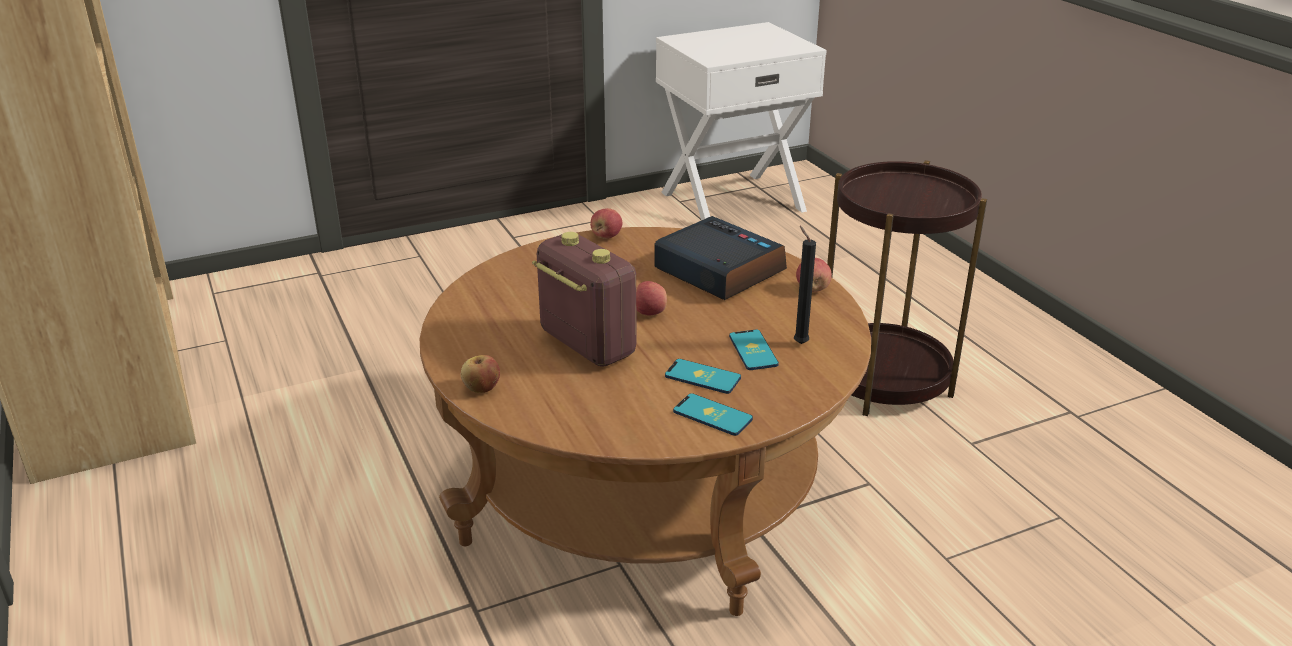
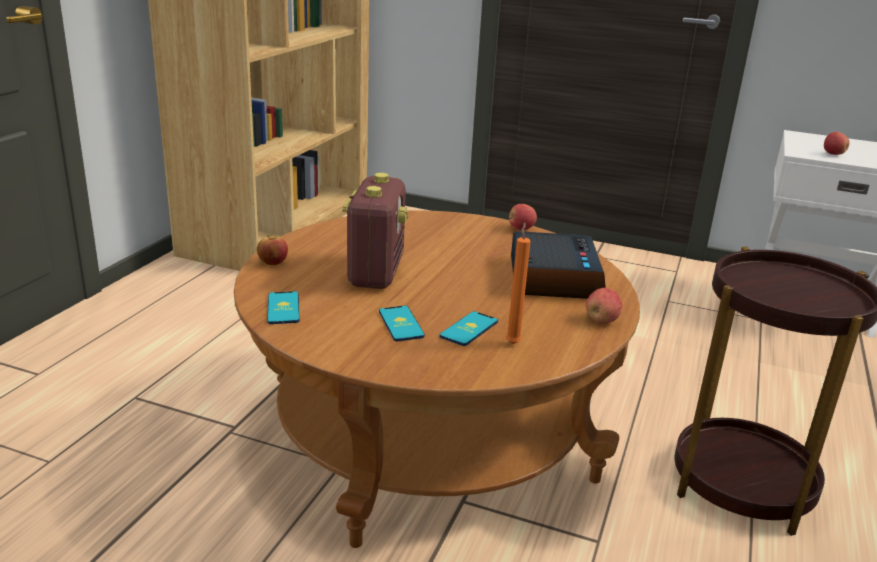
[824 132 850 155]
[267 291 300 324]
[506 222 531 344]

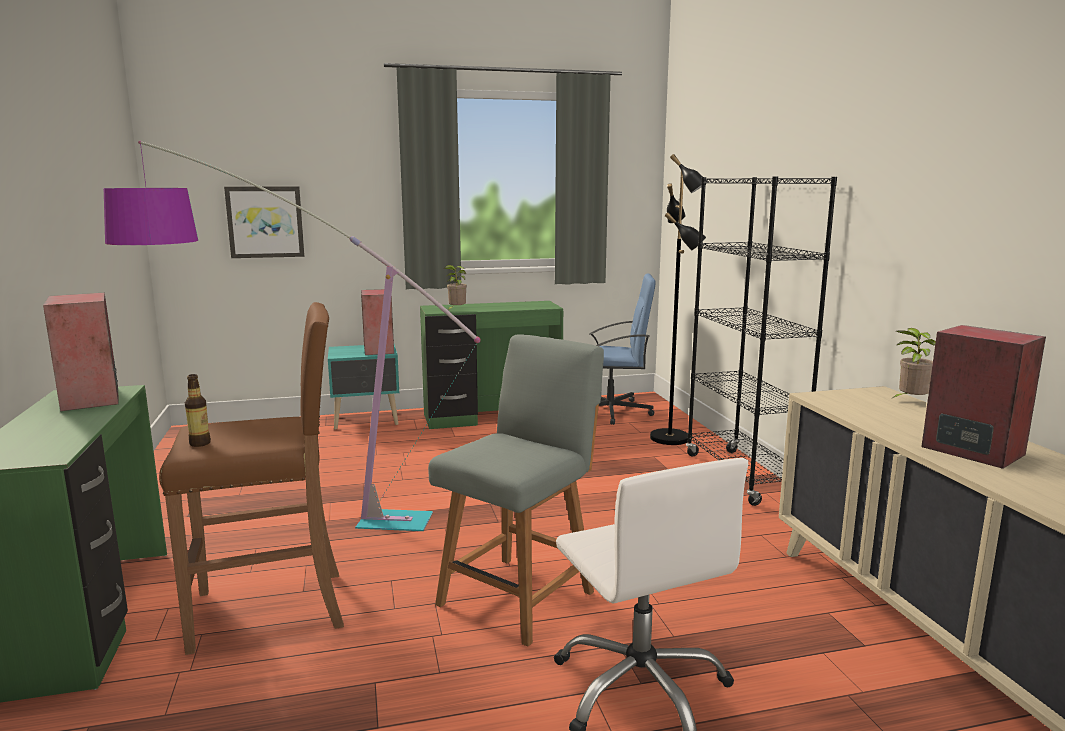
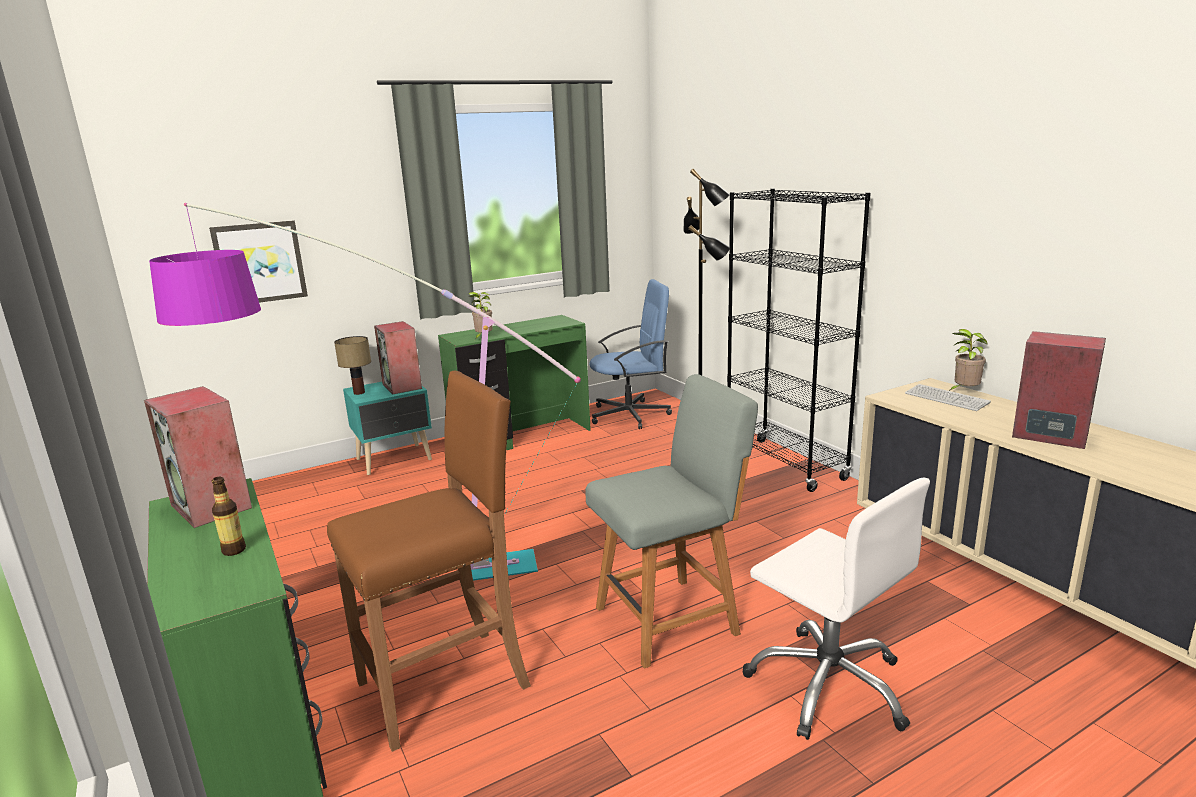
[334 336 371 395]
[905 384 991 411]
[212 477 246 556]
[585 374 758 669]

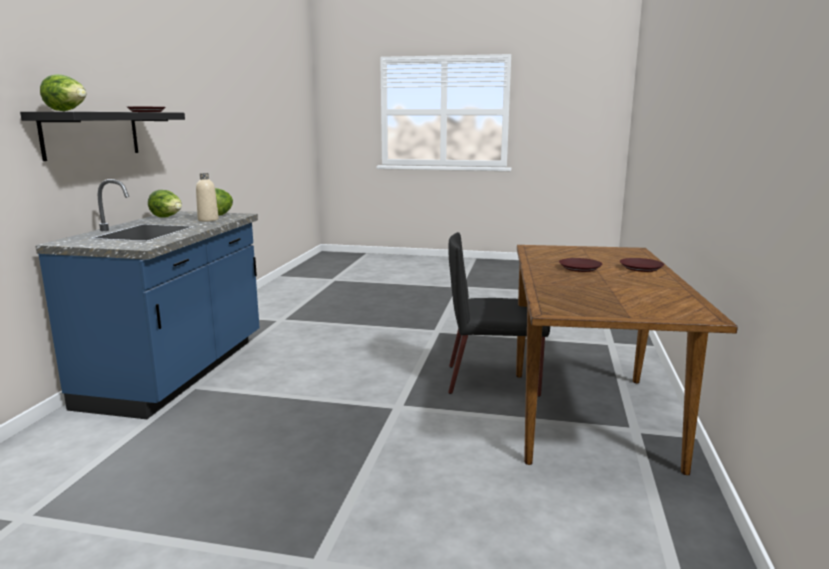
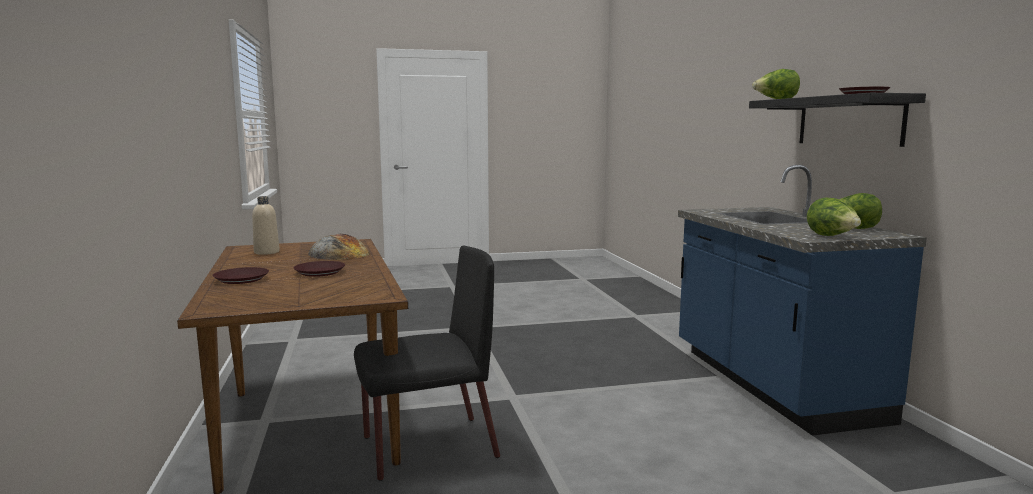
[308 234 370 260]
[252 196 280 255]

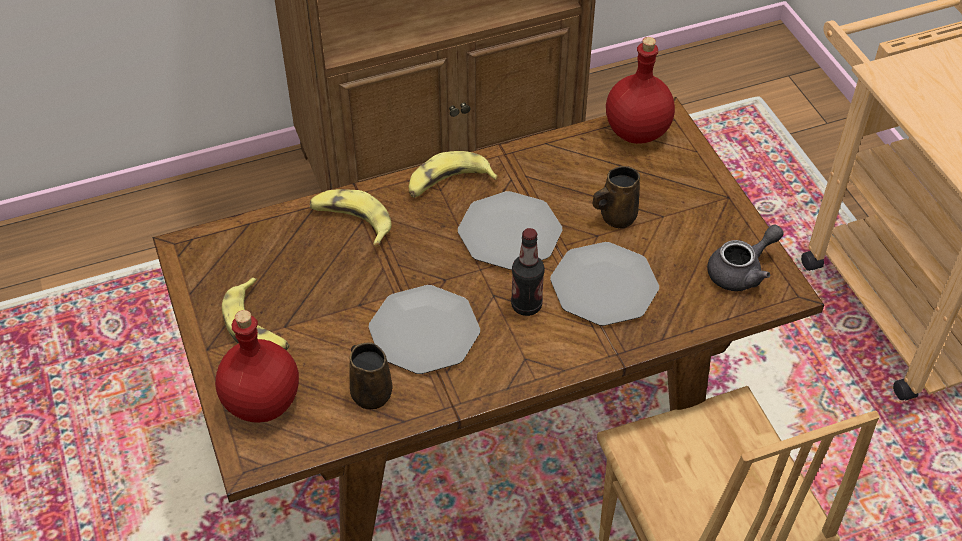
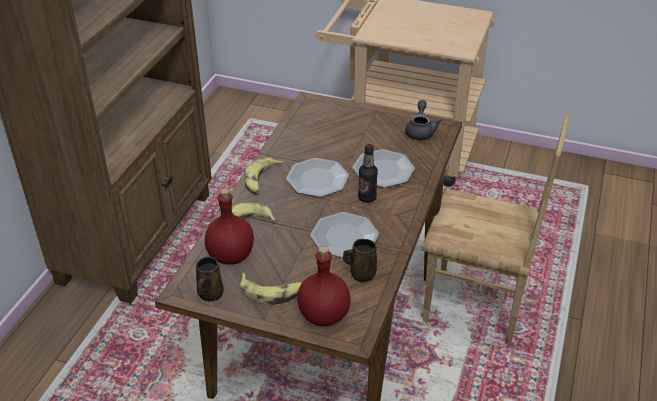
[196 257 224 301]
[205 188 254 265]

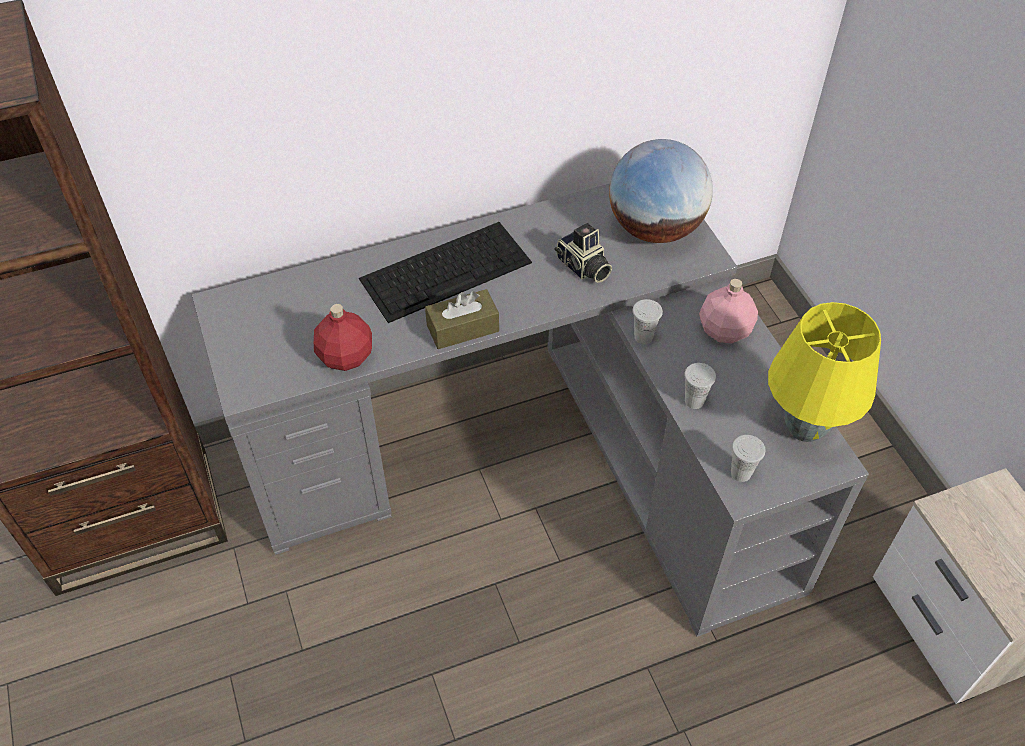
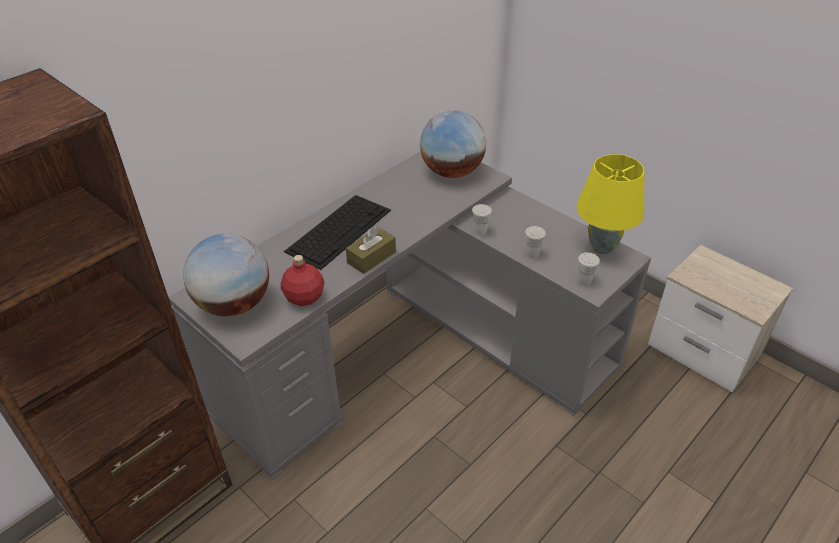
[554 223 612 283] (first image)
[699 279 758 344] (first image)
[183 233 269 316]

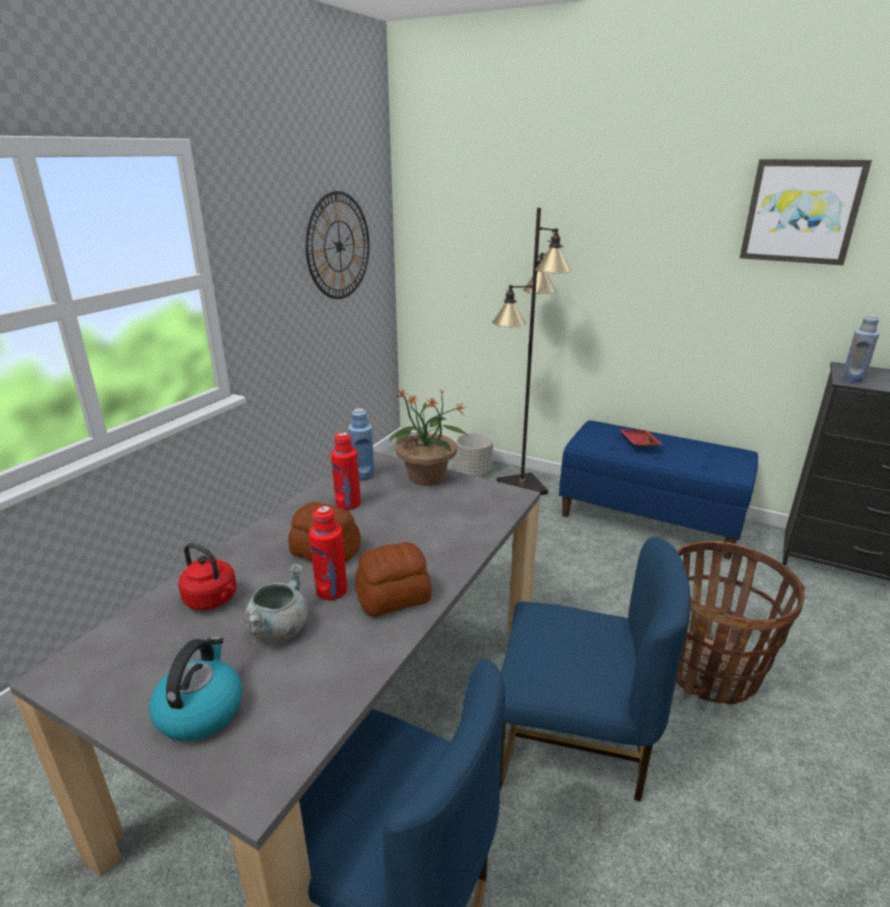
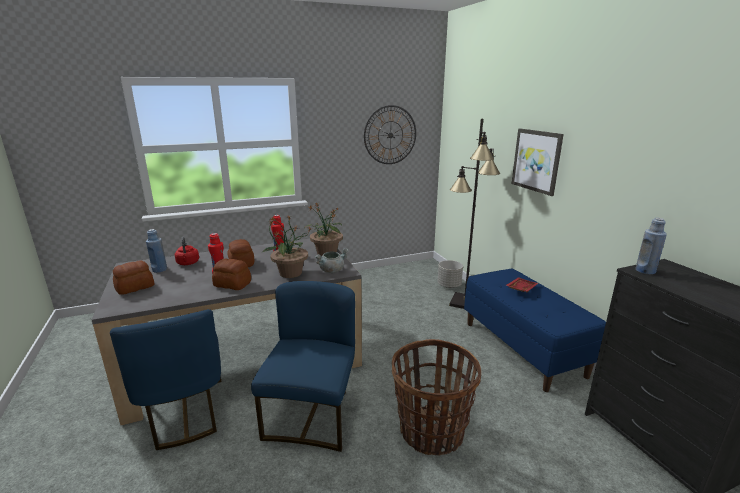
[261 216 311 278]
[315 248 349 273]
[146 229 167 273]
[512 129 564 196]
[113 260 154 295]
[251 281 355 452]

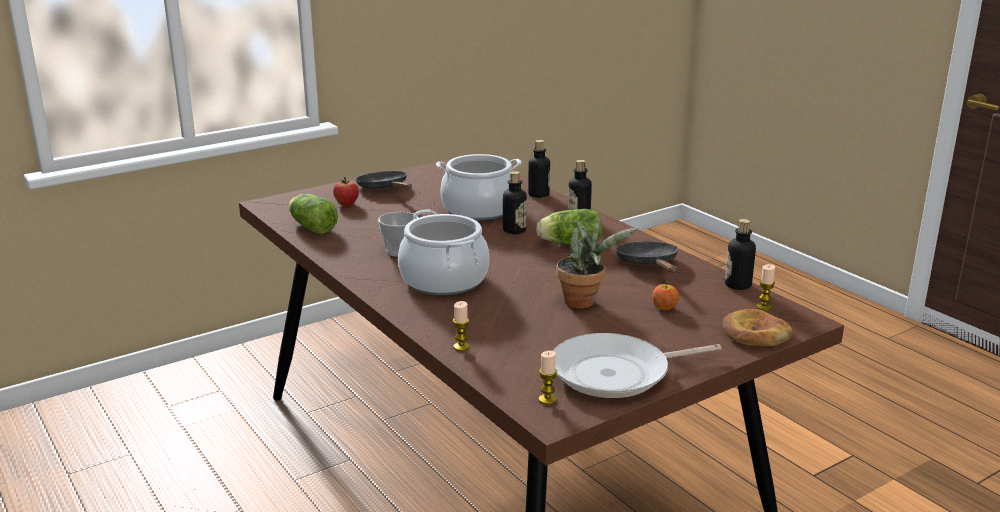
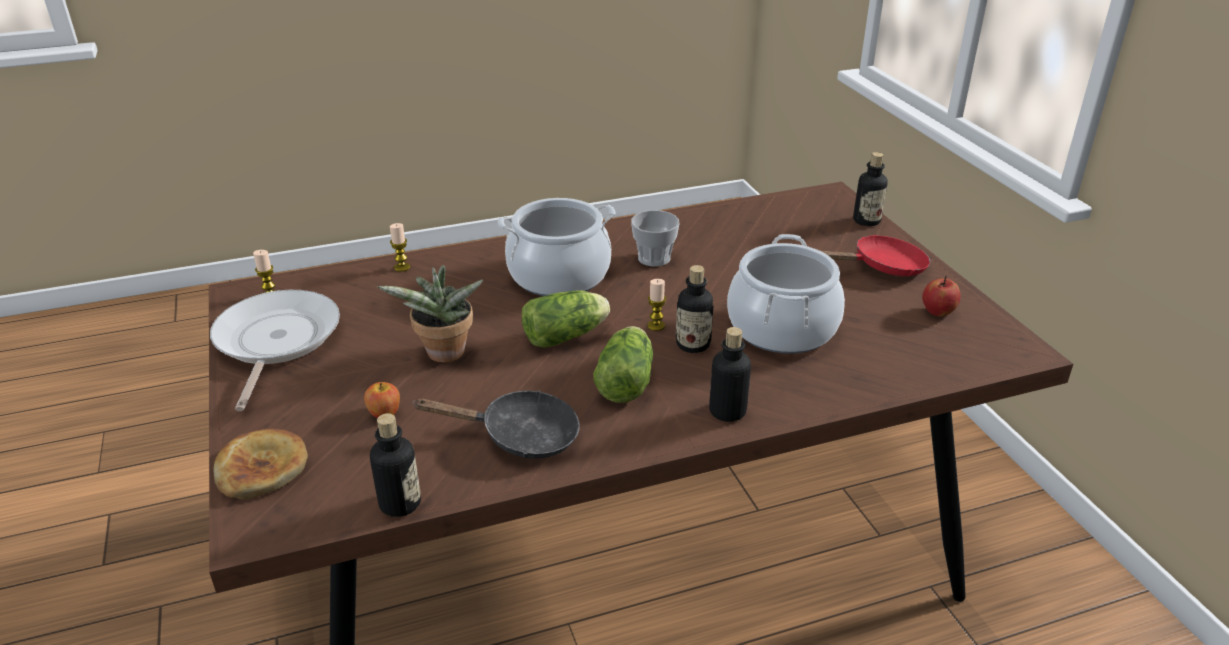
[522 290 610 348]
[922 276 960 317]
[853 152 888 226]
[647 279 666 331]
[821 235 931 276]

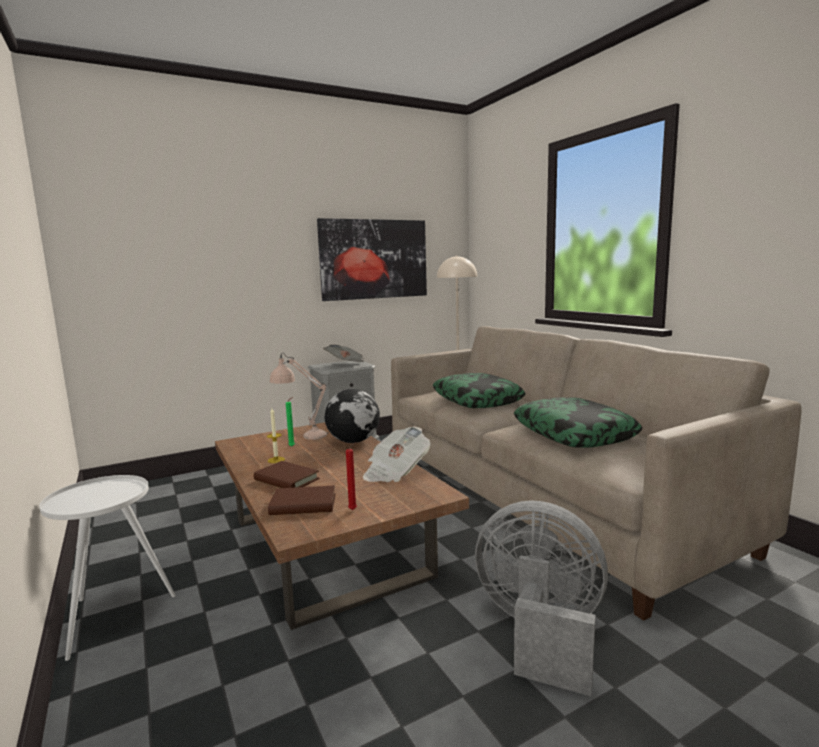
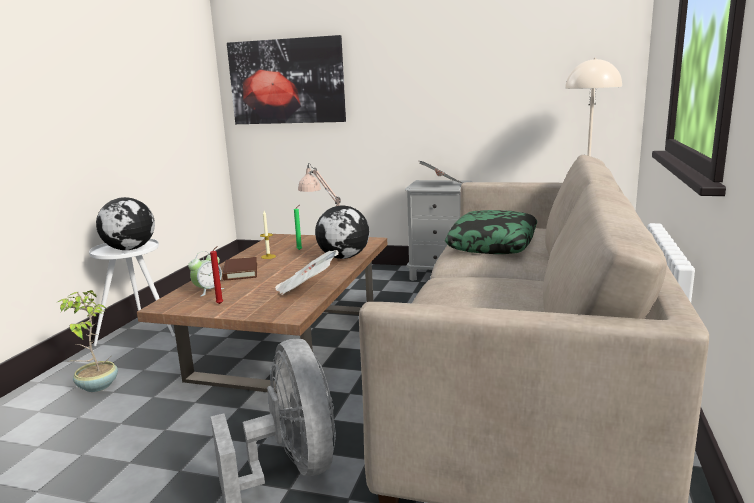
[514 397 643 448] (first image)
[58 290 118 392]
[96 197 155 250]
[227 35 346 124]
[188 251 224 296]

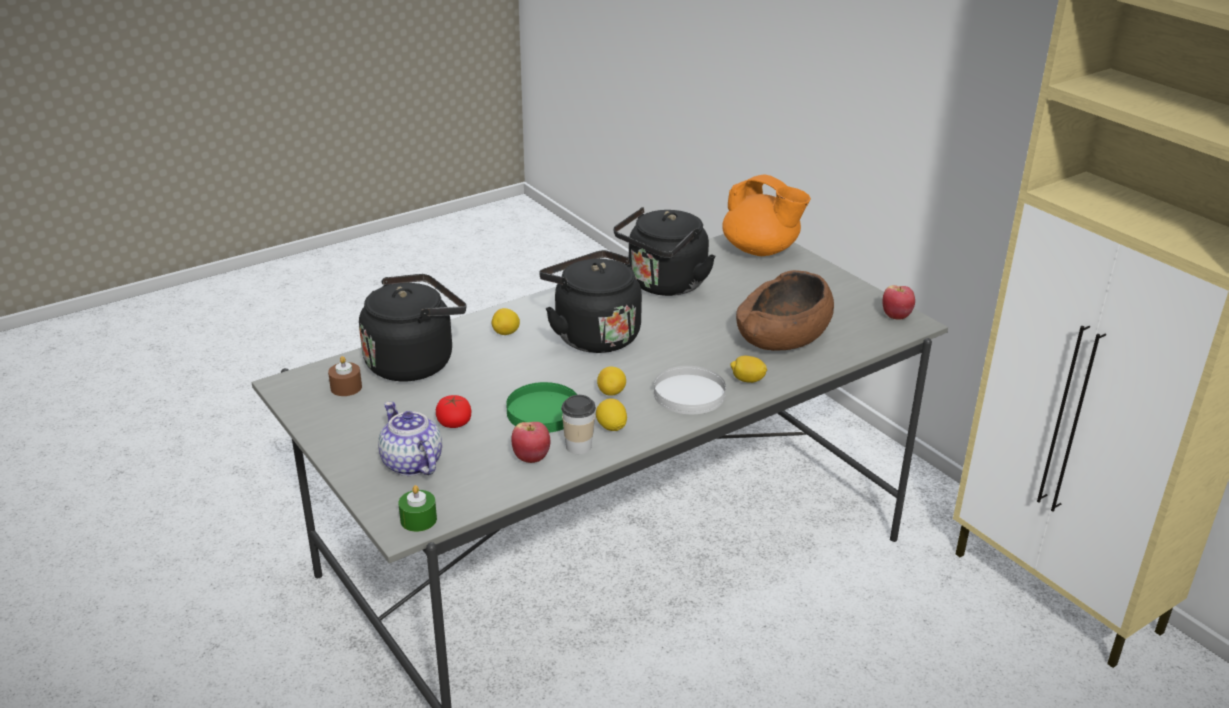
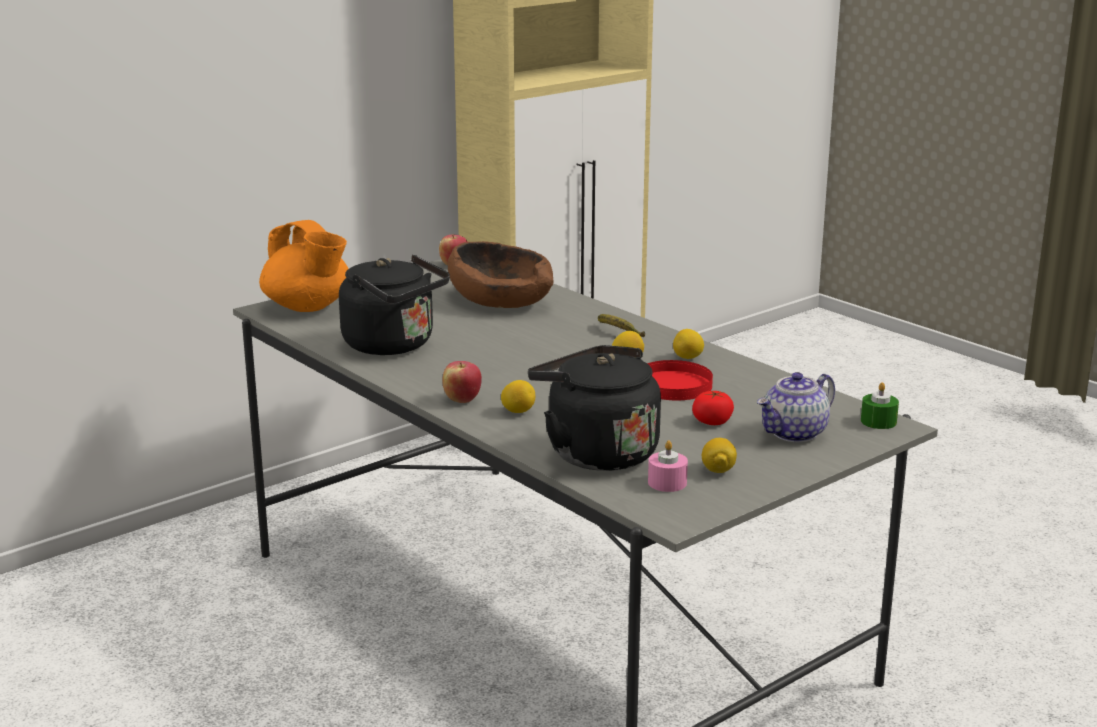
[539 250 642 353] (first image)
[561 395 596 454] (first image)
[442 361 482 403]
[702 438 737 473]
[598 314 645 337]
[648 440 688 492]
[647 360 713 400]
[259 220 349 312]

